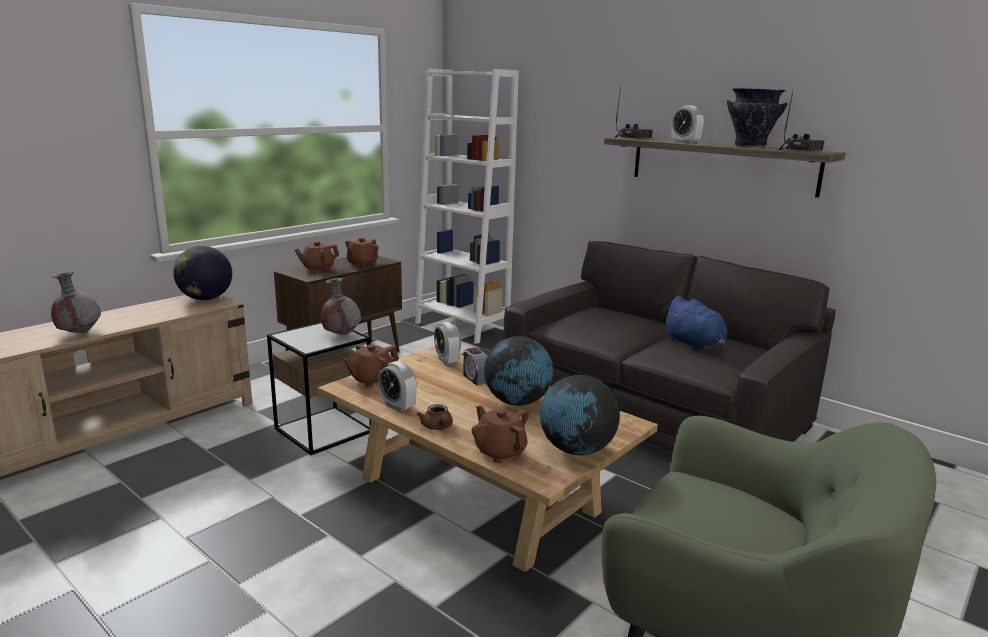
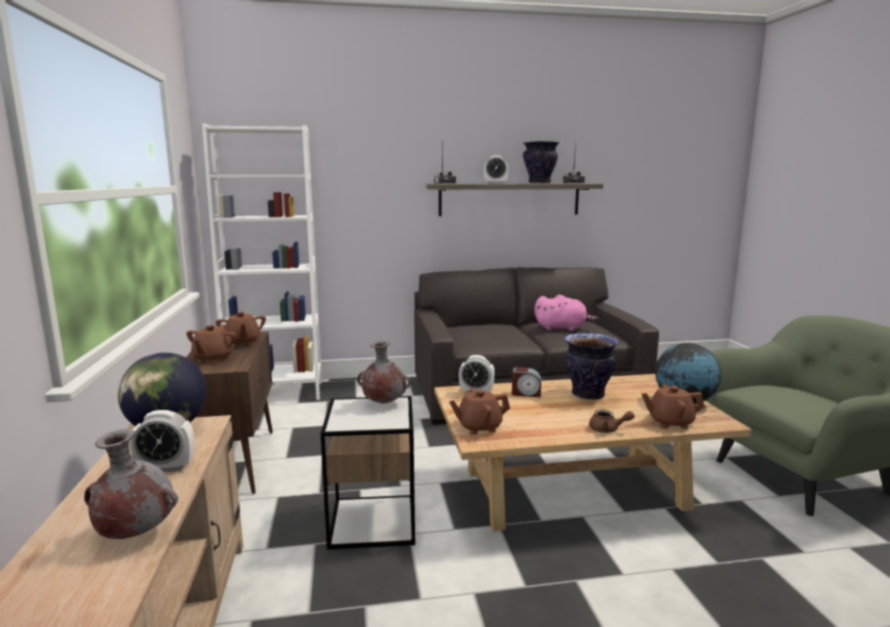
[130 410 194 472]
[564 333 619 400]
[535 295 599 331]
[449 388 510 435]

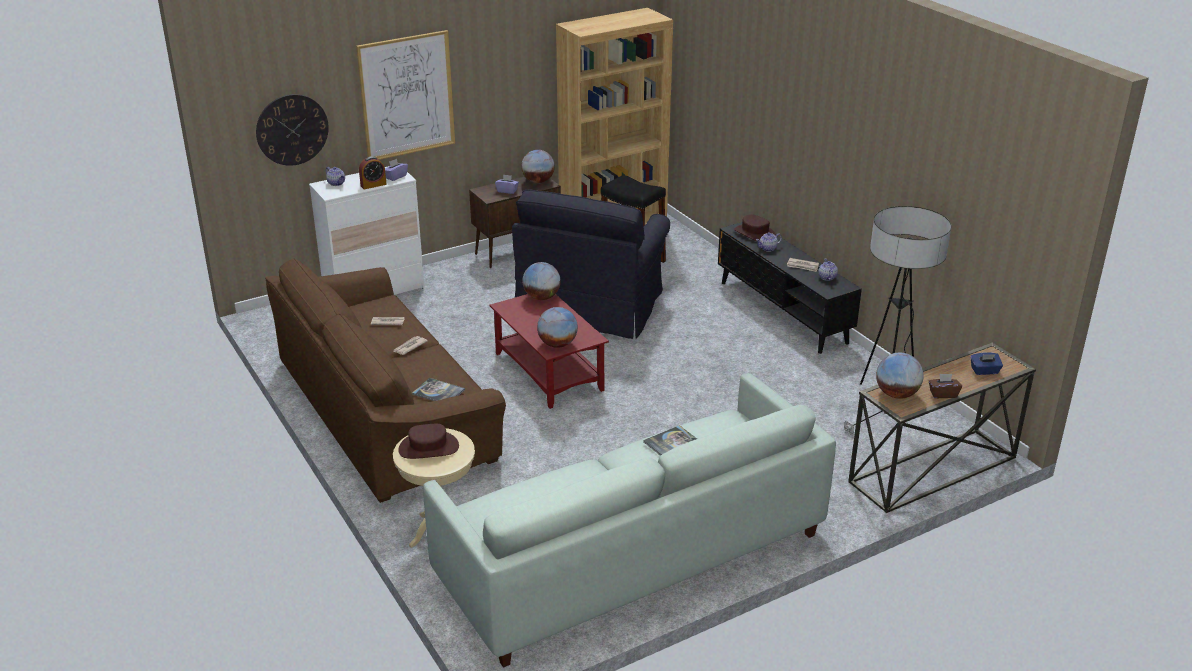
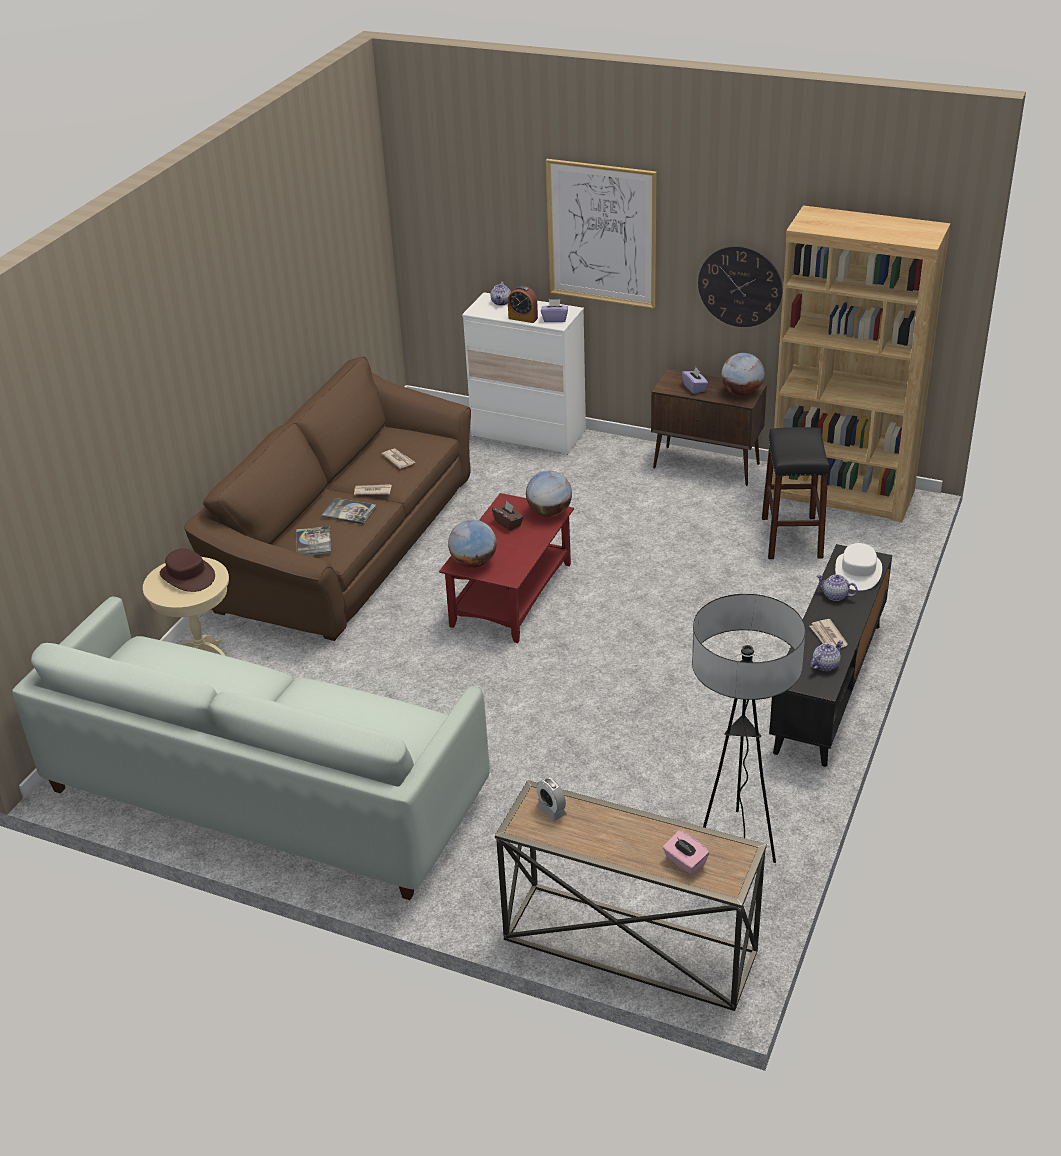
[512 189 670 339] (first image)
[698 246 782 327]
[321 498 376 524]
[492 501 524 531]
[536 777 567 821]
[835 543 882 591]
[663 831 709 875]

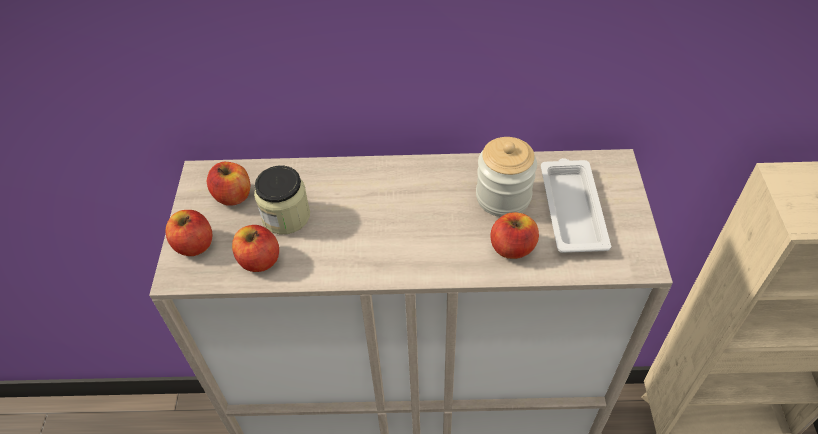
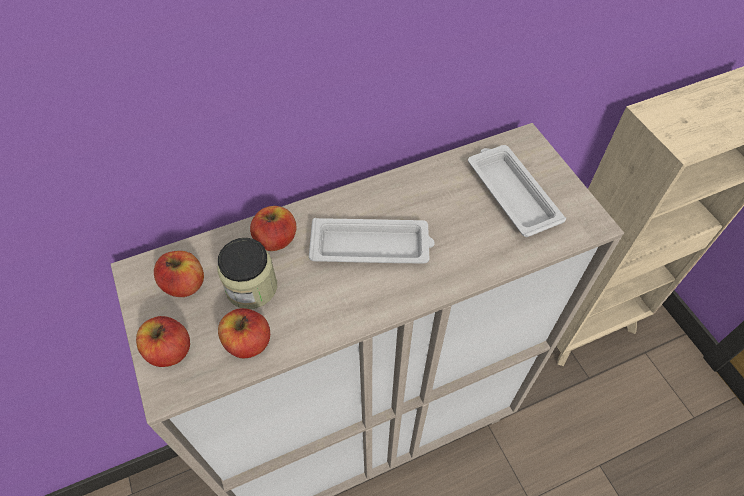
[476 137 537 217] (first image)
[309 218 435 264]
[250 206 296 251]

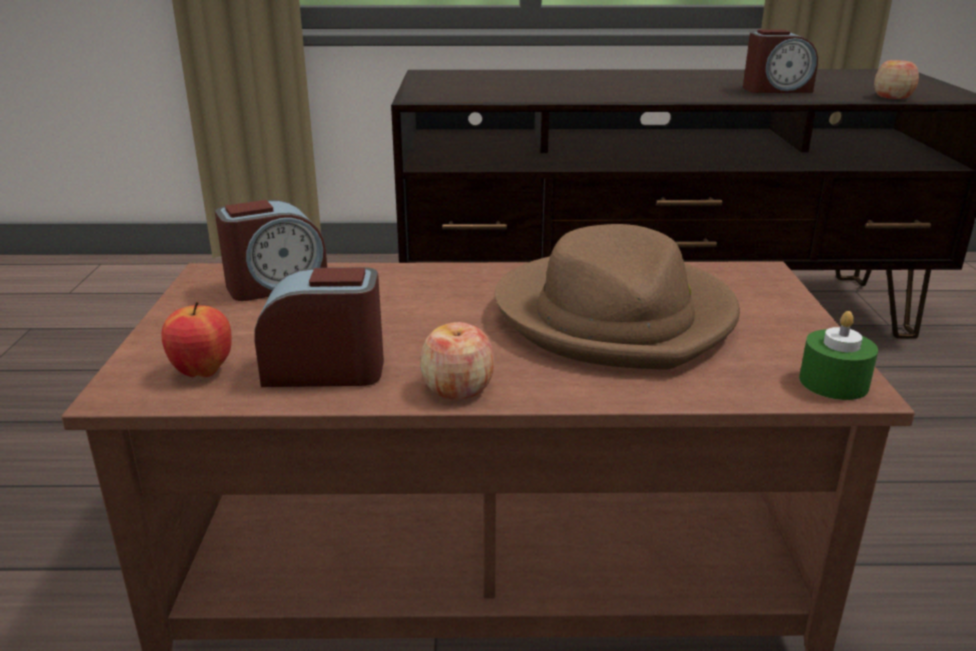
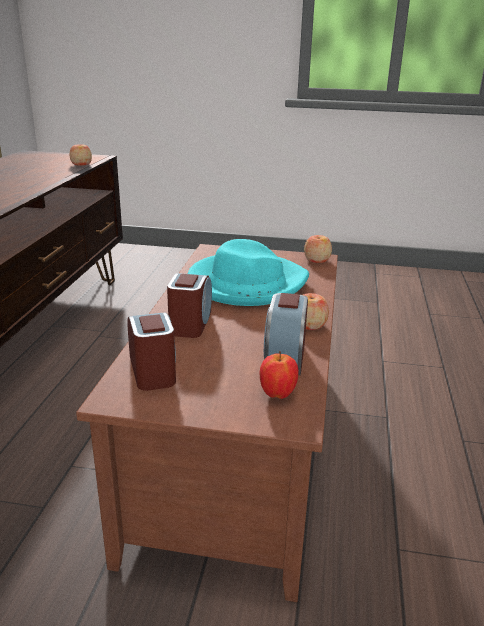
[167 273 212 338]
[304 235 332 263]
[188 239 309 306]

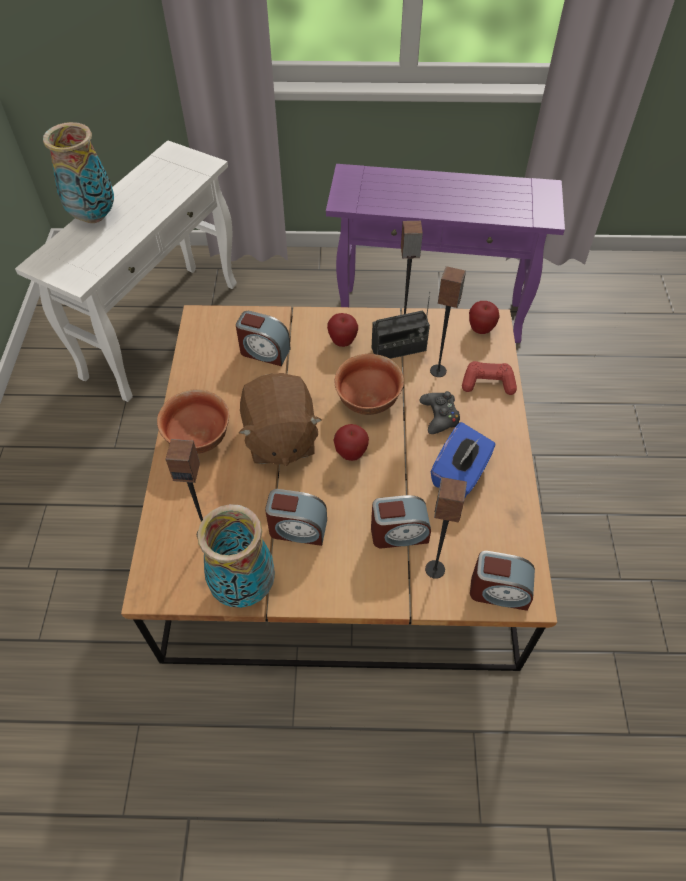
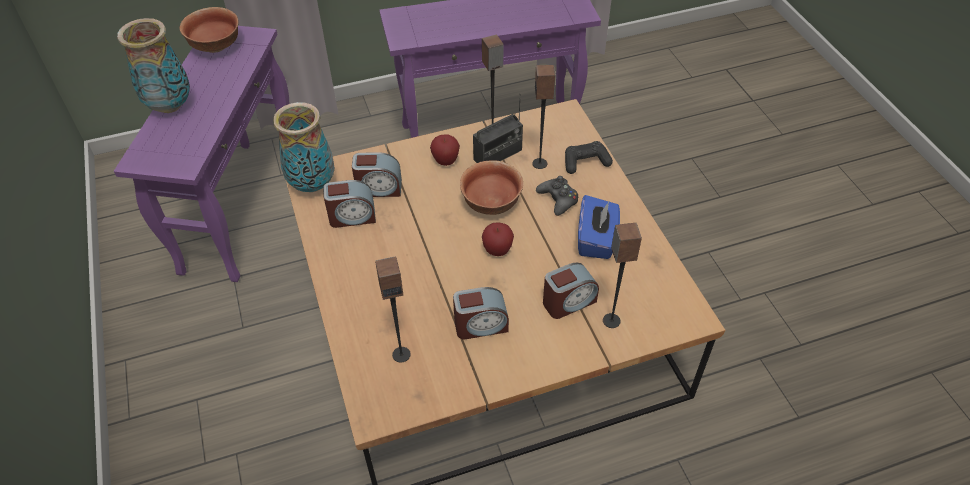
[239 373 322 466] (first image)
[469 301 500 334] (first image)
[180 7 238 53]
[273 102 335 192]
[323 180 376 228]
[114 26 289 282]
[565 141 613 174]

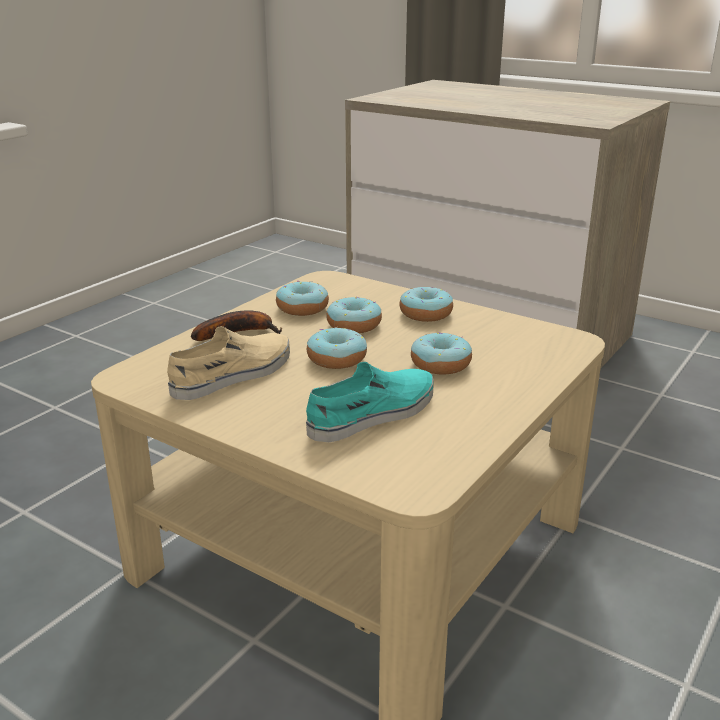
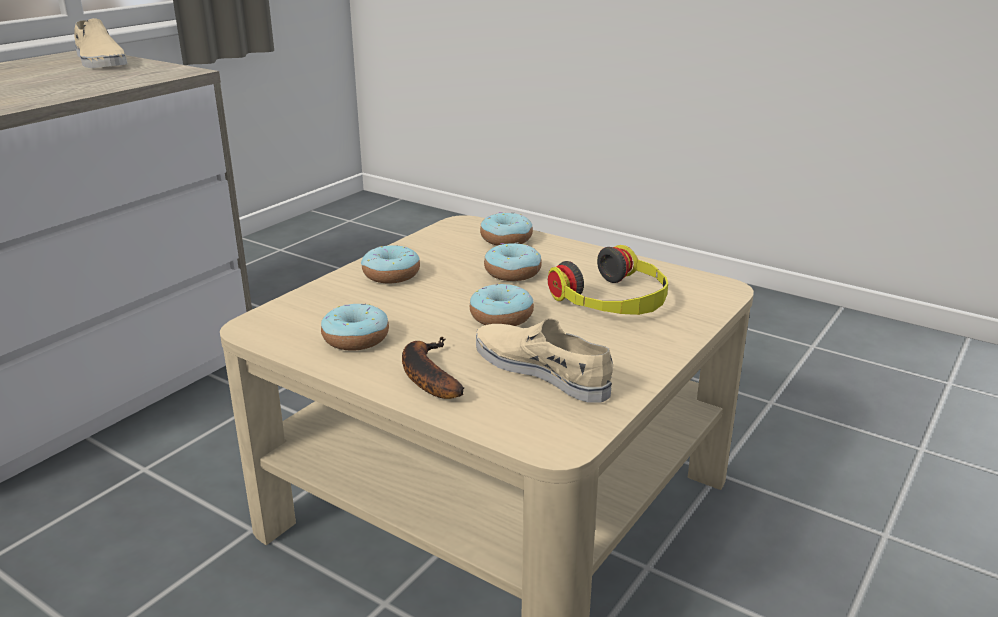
[74 18 127 68]
[480 212 533 246]
[548 245 668 315]

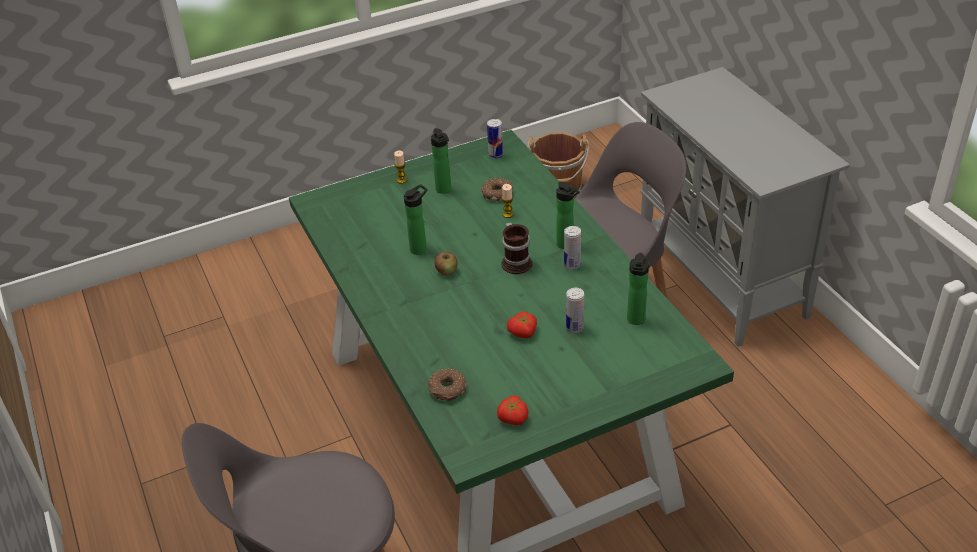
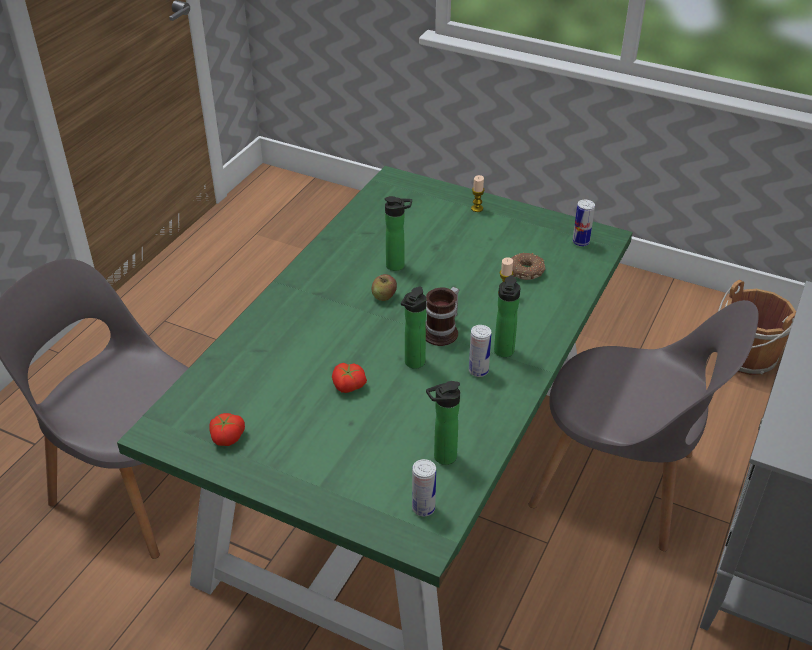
[428 369 466 401] (first image)
[401 286 427 369]
[412 459 436 516]

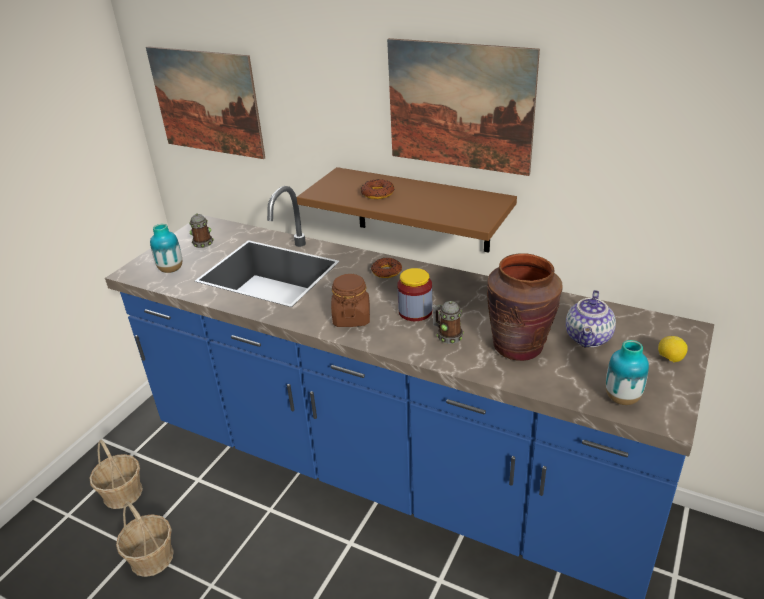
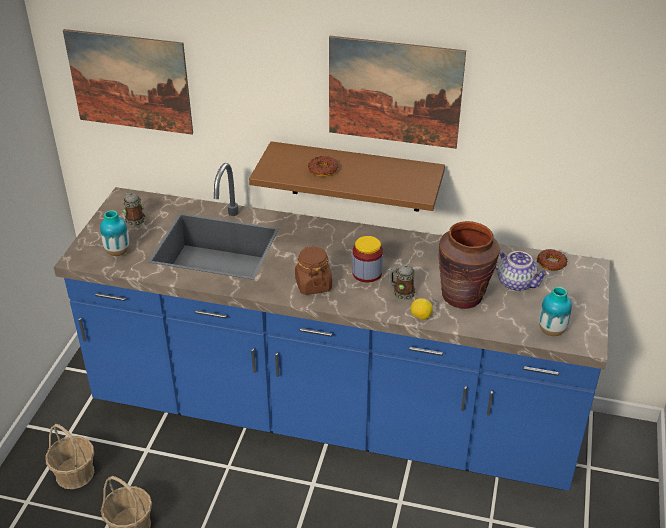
[537 249 567 271]
[410 298 433 320]
[495 250 550 291]

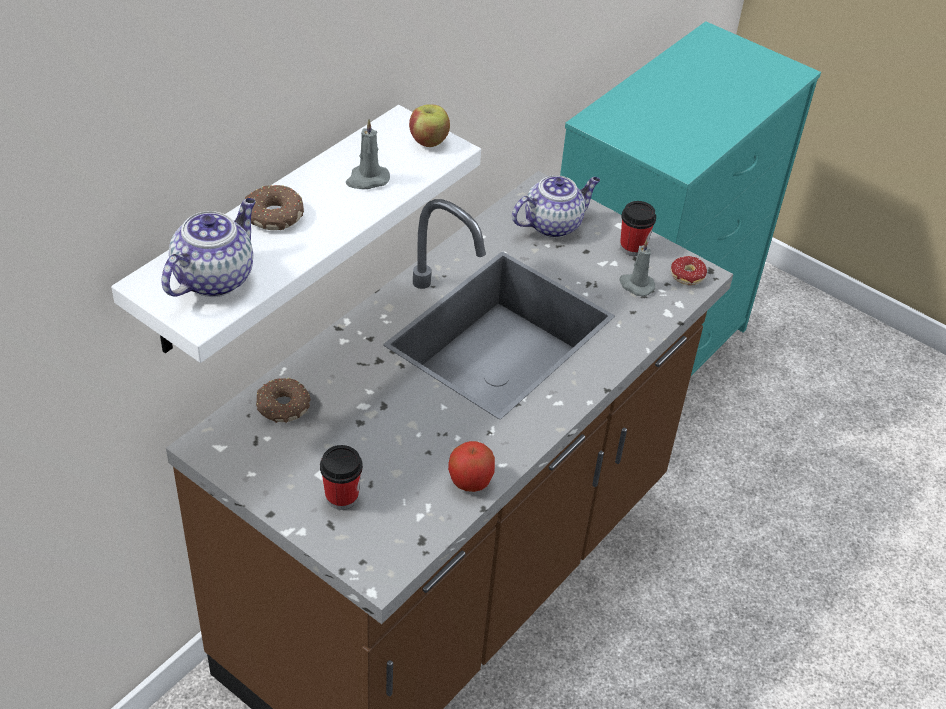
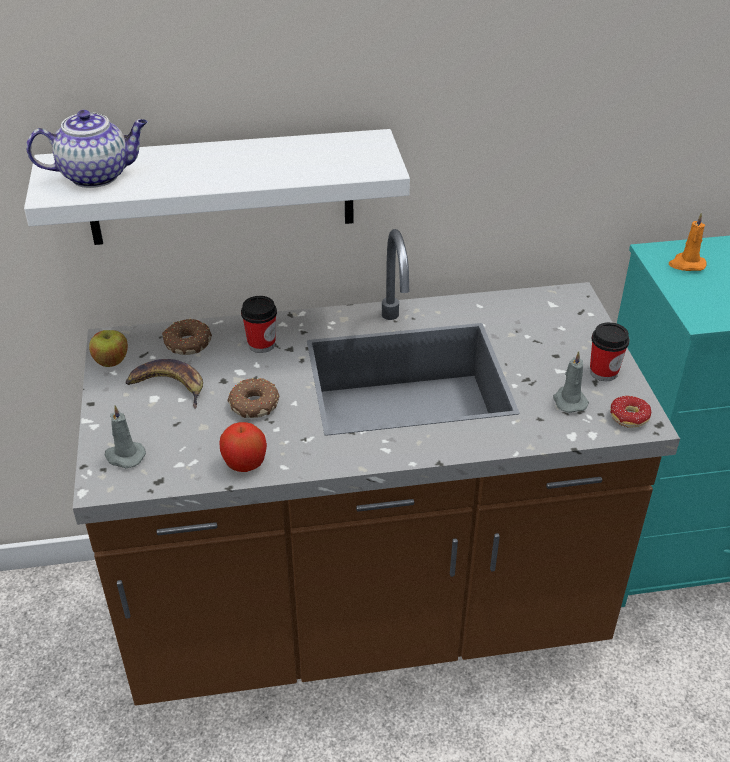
[512 175 600 238] (first image)
[125 359 203 409]
[669 213 707 271]
[227 378 279 418]
[241 296 277 353]
[105 405 146 468]
[89 330 128 367]

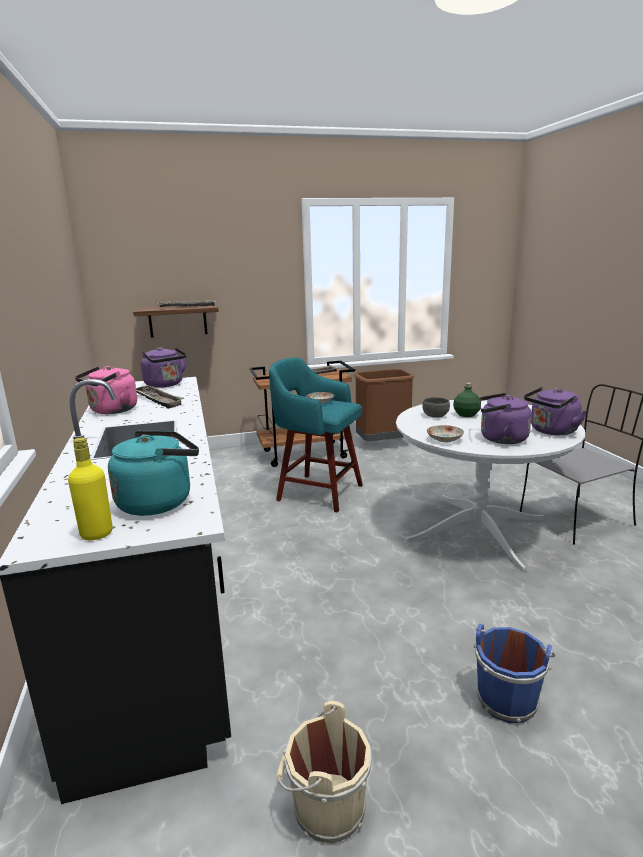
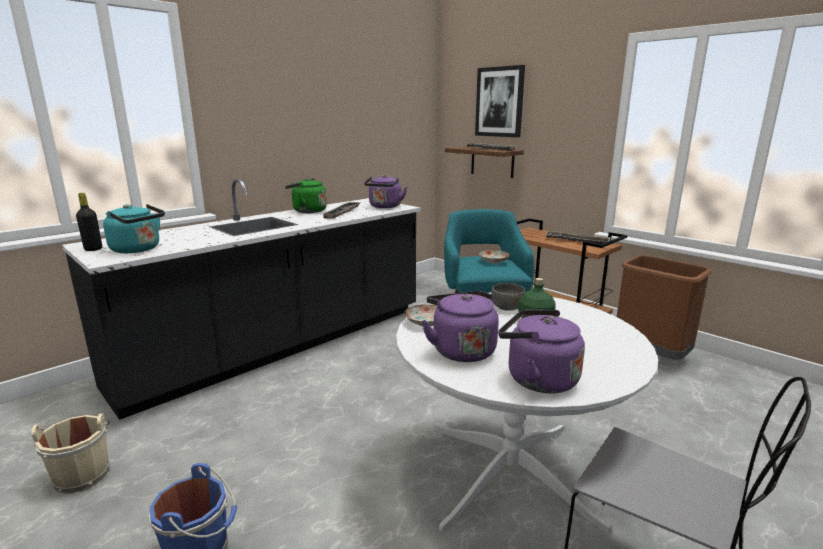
[475 65 525 137]
[76 193 102 251]
[285 178 327 213]

